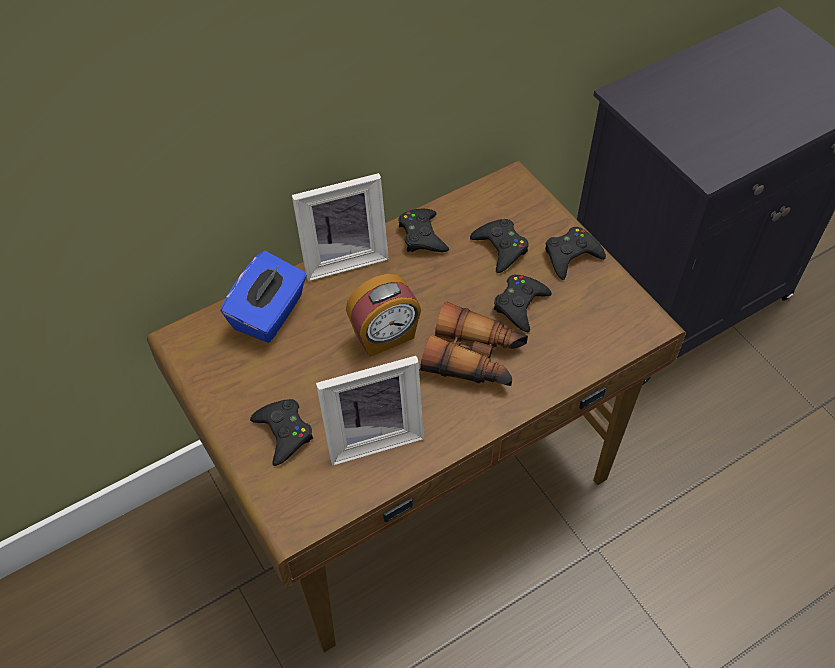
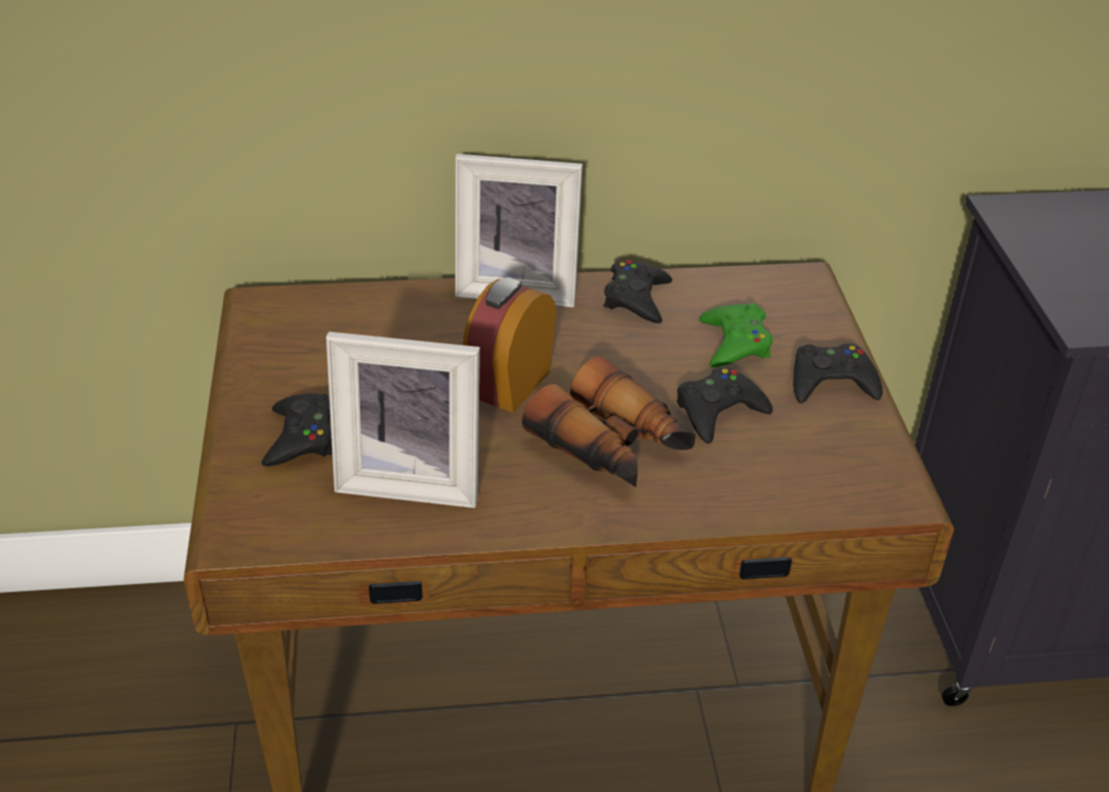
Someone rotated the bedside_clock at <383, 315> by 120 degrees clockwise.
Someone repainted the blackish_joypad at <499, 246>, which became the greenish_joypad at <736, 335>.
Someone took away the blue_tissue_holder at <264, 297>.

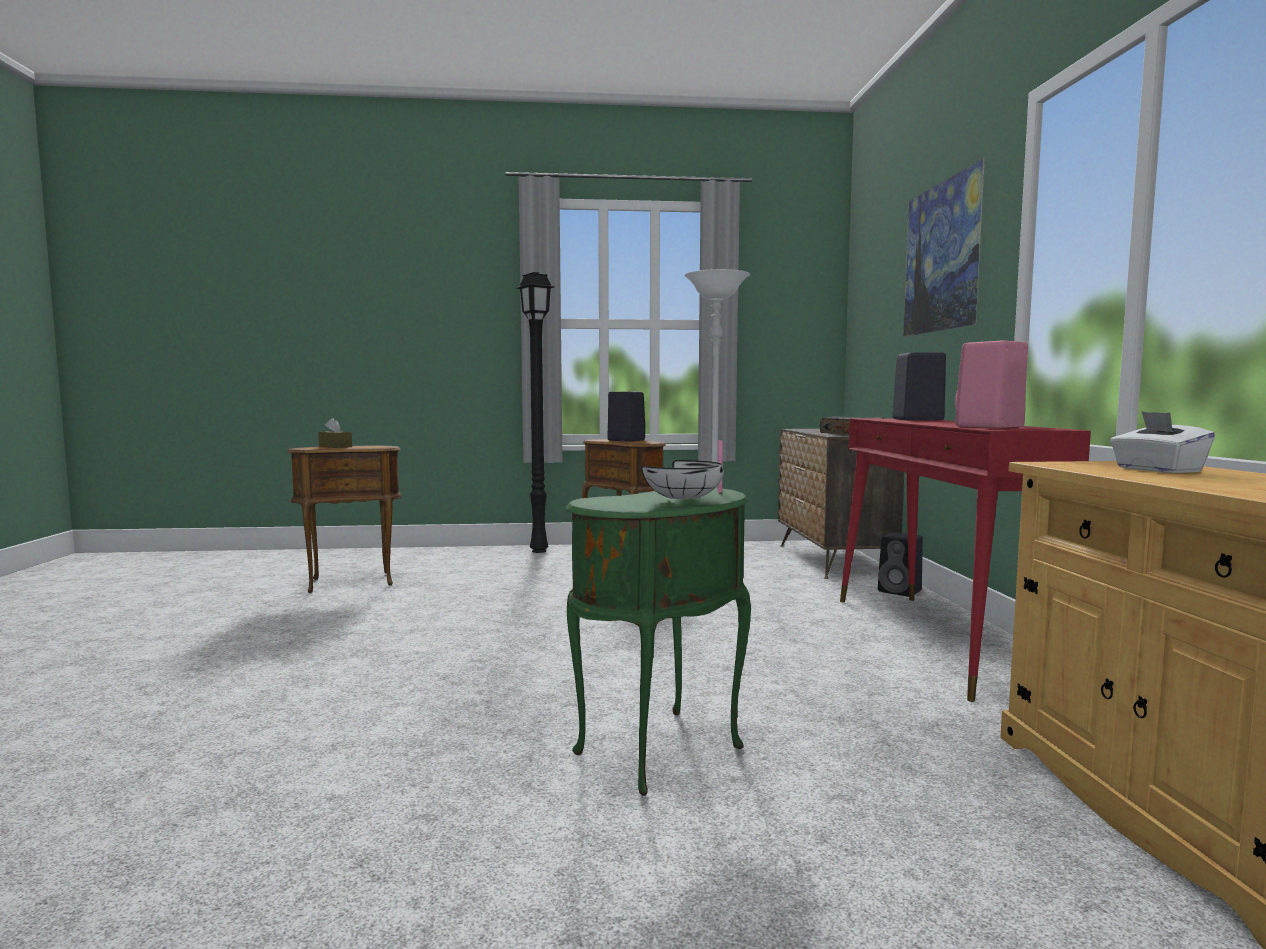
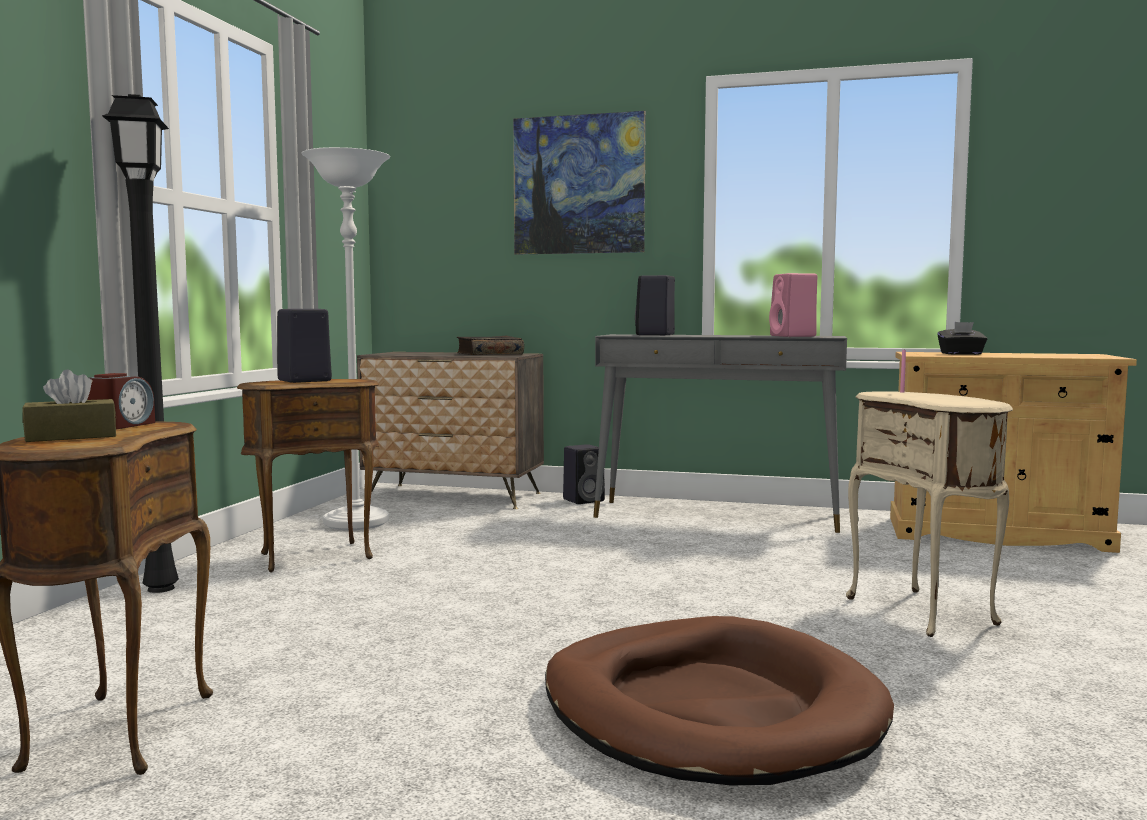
Someone put down the bedside_clock at <121, 401>.
Someone put down the brown-coloured_dog_cushion at <719, 700>.
Someone repainted the red_console_table at <965, 560>, which became the greyish_console_table at <720, 433>.
Someone repainted the greenish_accent_table at <658, 642>, which became the beige-coloured_accent_table at <929, 514>.
Someone repainted the whitish_tissue_holder at <1162, 442>, which became the blackish_tissue_holder at <962, 338>.
Someone took away the whitish_serving_bowl at <682, 479>.

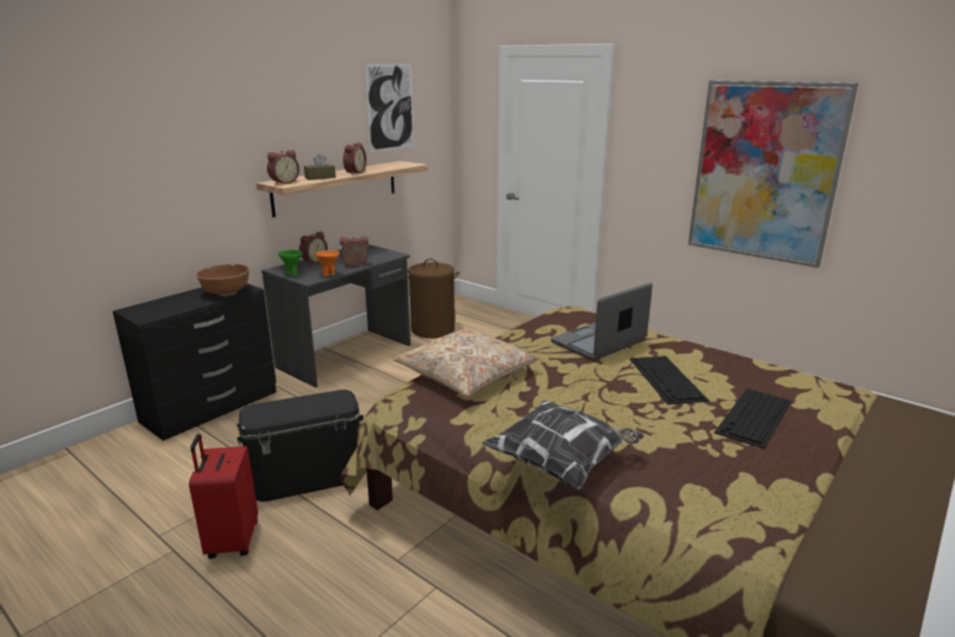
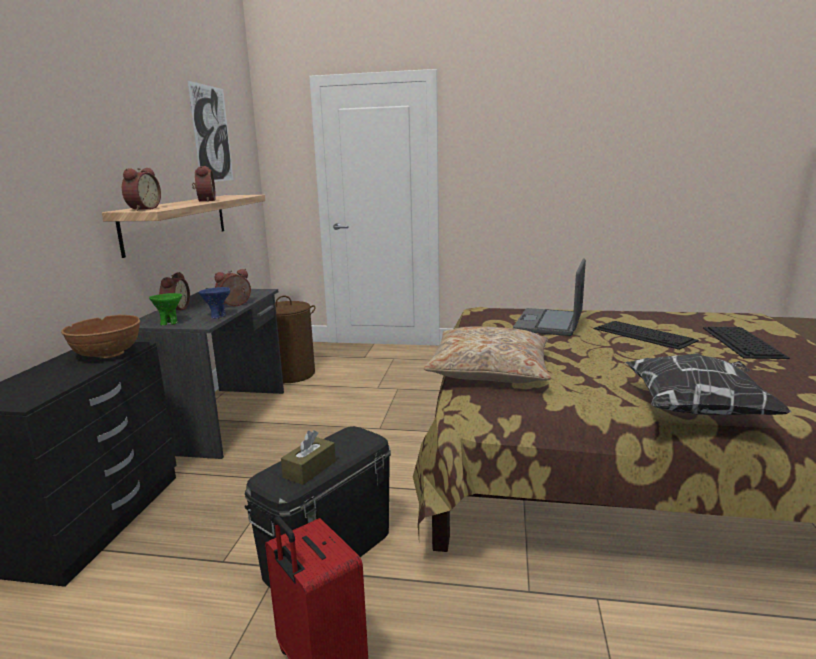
Someone repainted the orangey_serving_bowl at <327, 263>, which became the blue_serving_bowl at <214, 303>.
Someone carried the brown-coloured_tissue_holder from <320, 167> to <308, 457>.
Someone took away the picture at <773, 174>.

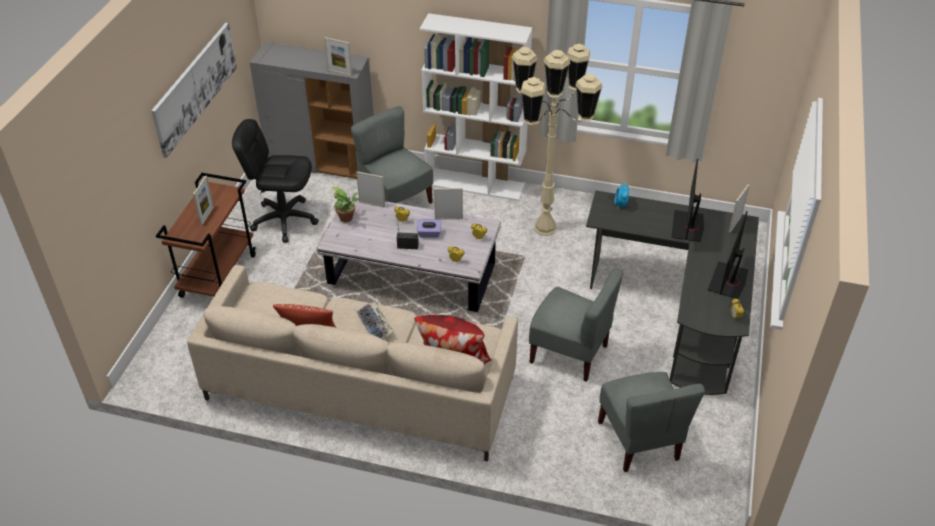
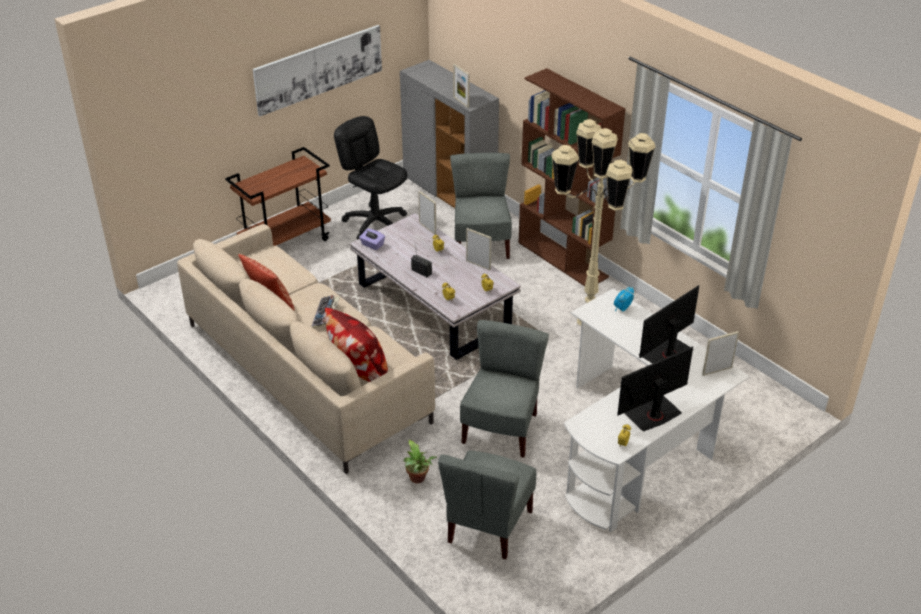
Someone carried the purplish_tissue_holder from <429, 228> to <372, 239>.
Someone carried the plant_in_a_pot from <345, 204> to <420, 462>.
Someone rotated the greyish_plain_chair at <576, 325> by 135 degrees counterclockwise.
Someone repainted the whitish_bookcase at <476, 107>, which became the brown-coloured_bookcase at <571, 177>.
Someone repainted the blackish_desk at <672, 292>, which became the whitish_desk at <657, 410>.
Someone took away the photo_frame at <203, 201>.

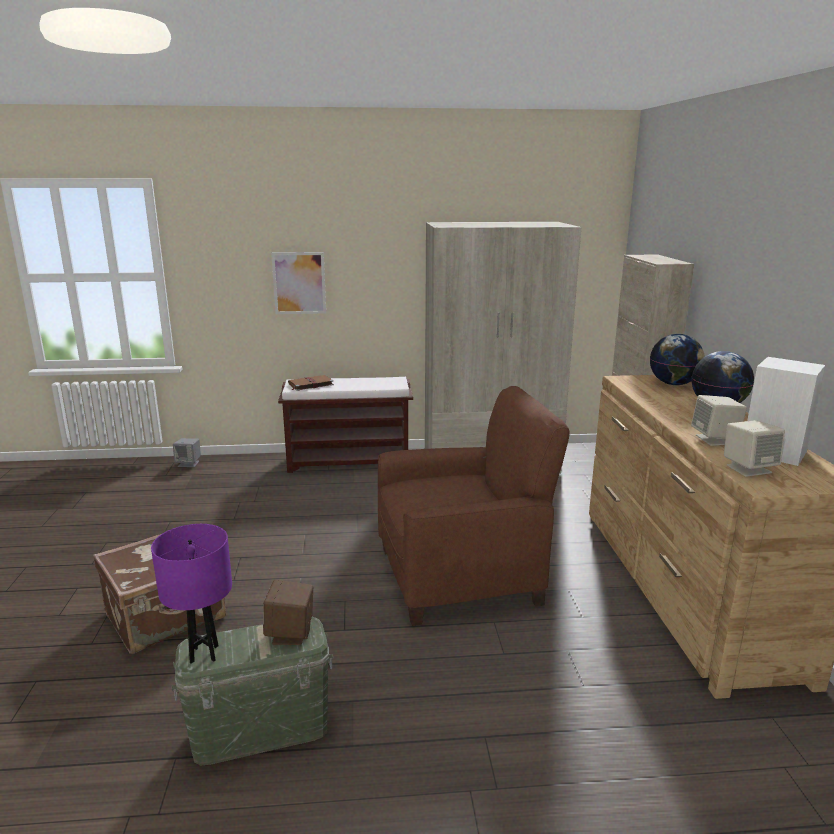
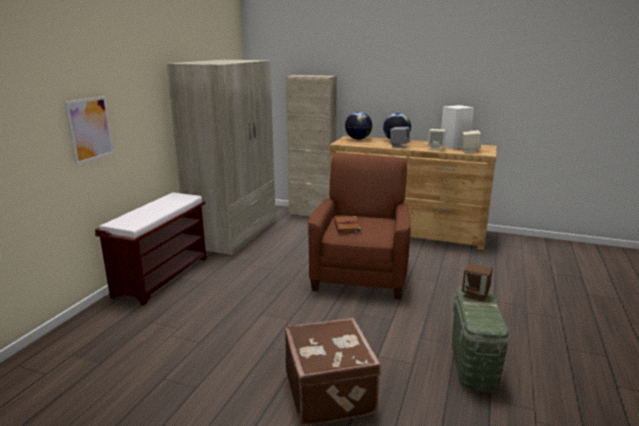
Someone carried the brown-coloured_book from <311, 383> to <347, 225>.
Someone carried the greyish_speaker from <187, 452> to <400, 137>.
Someone took away the purplish_table_lamp at <191, 594>.

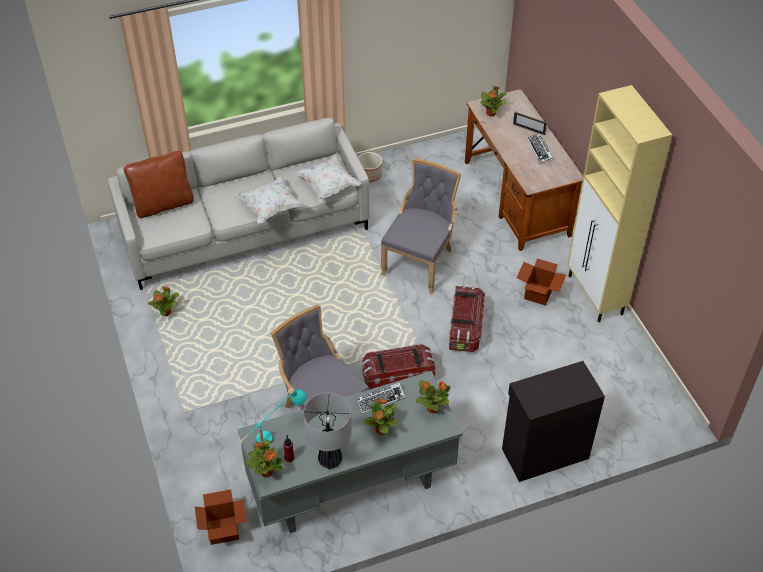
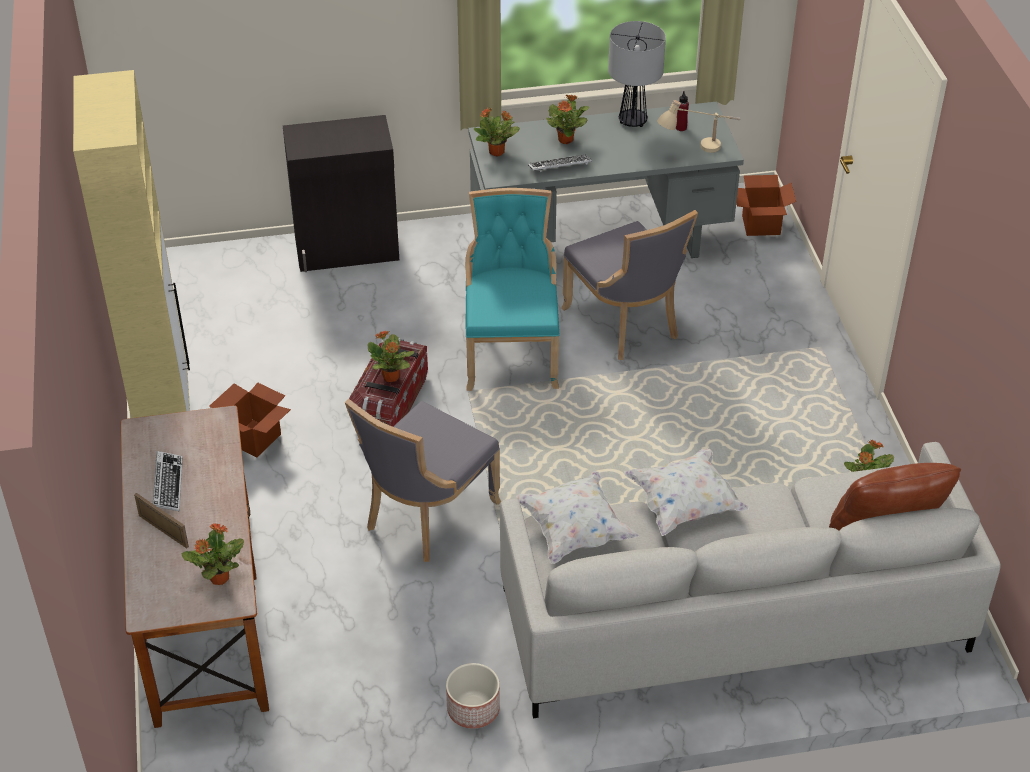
Someone carried the plant_in_a_pot from <264, 458> to <391, 356>.
Someone swapped the storage_box at <399, 366> for the blue-green_plain_chair at <512, 289>.
Someone repainted the blue-green_table_lamp at <273, 415>, which became the beige-coloured_table_lamp at <699, 126>.

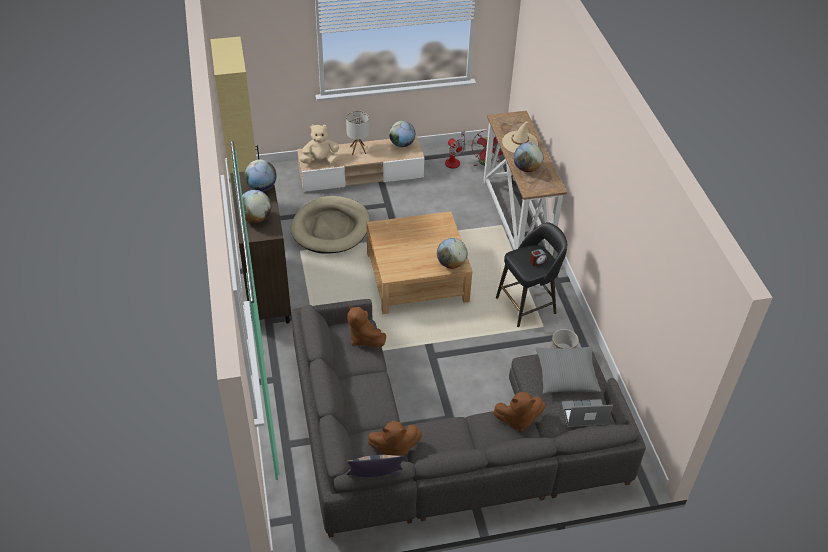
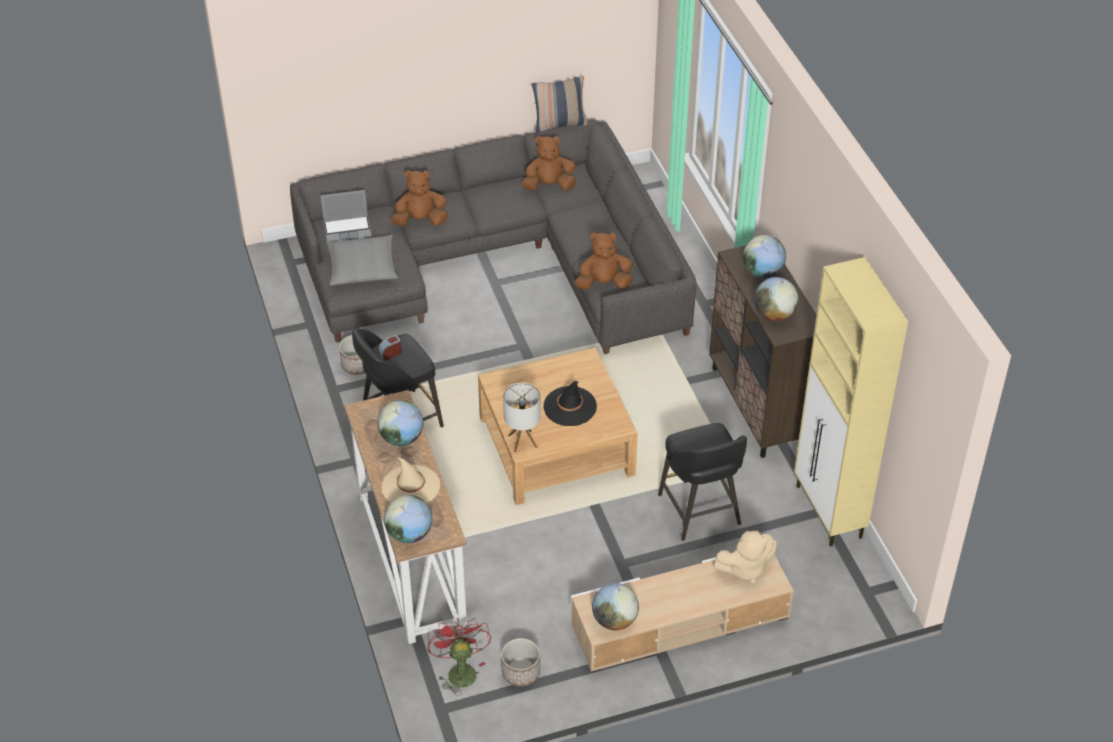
Someone carried the globe from <452, 253> to <408, 519>.
Someone swapped the cooling_fan at <455, 150> for the plant_pot at <520, 662>.
Someone carried the table_lamp from <357, 133> to <522, 417>.
Someone put down the blackish_clothing_hat at <570, 403>.
Someone rotated the brown-coloured_soft_toy at <366, 326> by 60 degrees counterclockwise.
Someone swapped the beige-coloured_dog_cushion at <330, 225> for the blackish_sitting_stool at <702, 482>.

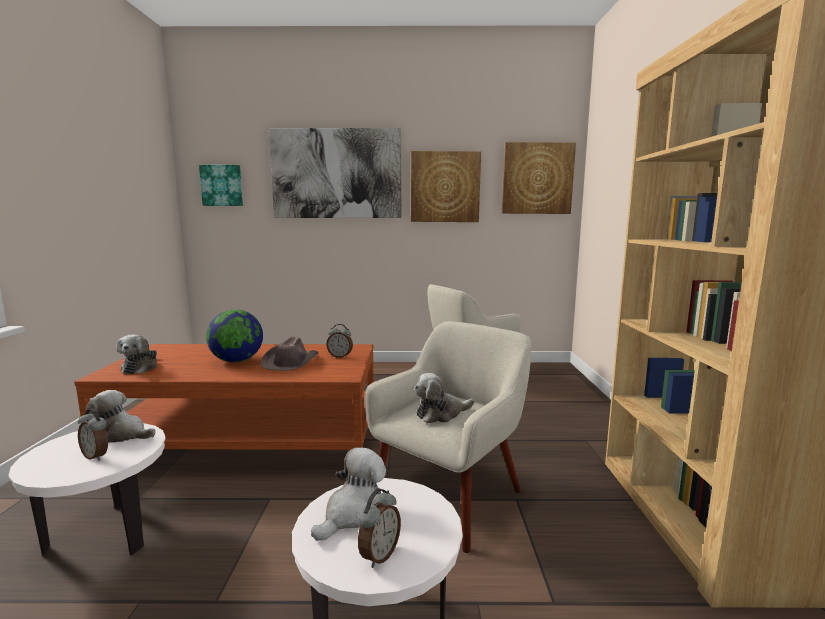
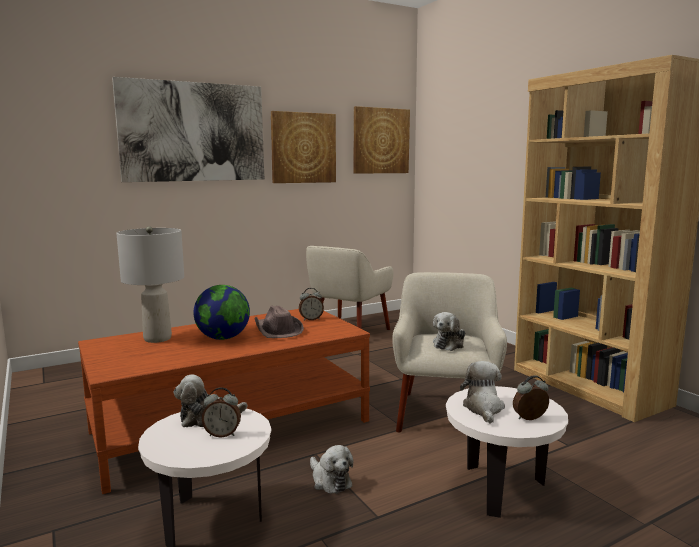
Someone put down the greyish_table_lamp at <150, 284>.
Someone carried the soft_toy from <137, 354> to <331, 469>.
Someone rotated the bedside_clock at <379, 528> by 105 degrees counterclockwise.
Someone took away the picture at <221, 185>.

